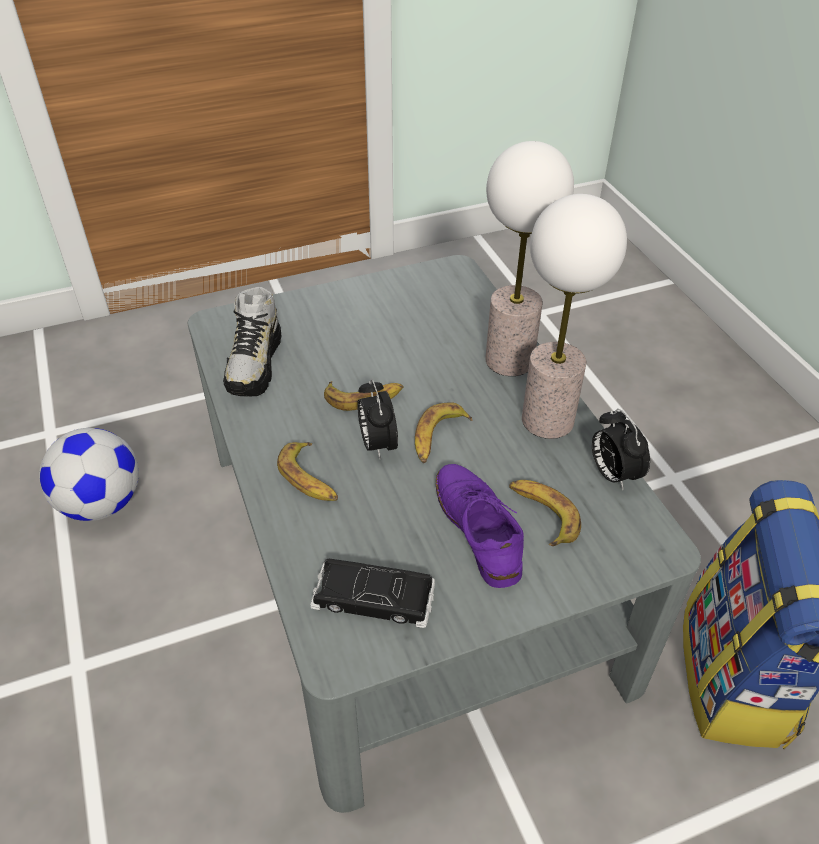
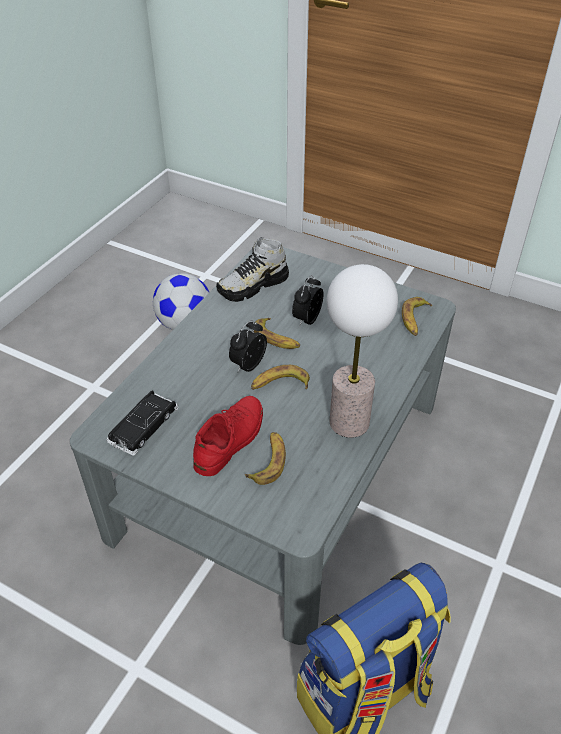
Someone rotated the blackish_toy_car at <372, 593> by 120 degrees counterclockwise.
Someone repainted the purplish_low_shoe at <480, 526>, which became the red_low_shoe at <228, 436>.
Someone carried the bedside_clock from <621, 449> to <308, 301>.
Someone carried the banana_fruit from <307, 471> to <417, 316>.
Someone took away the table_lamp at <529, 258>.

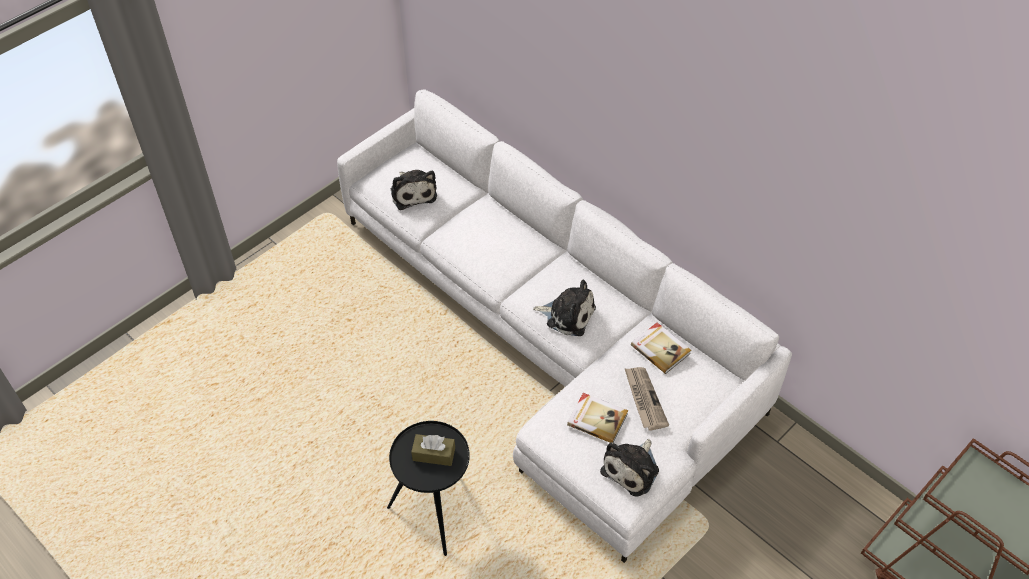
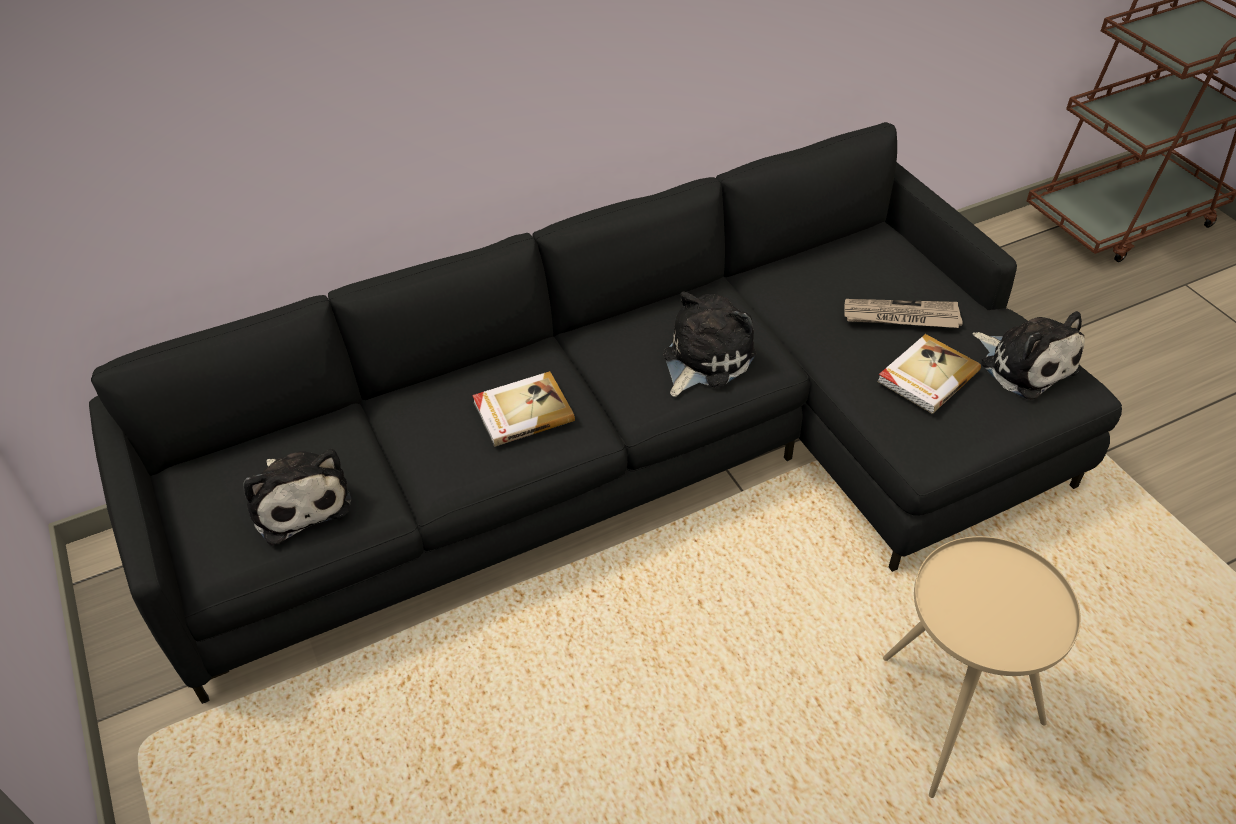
Someone repainted the whitish_couch at <564, 326>, which became the blackish_couch at <605, 413>.
Someone rotated the soft_toy at <413, 190> by 60 degrees clockwise.
Someone carried the book from <661, 348> to <523, 409>.
Someone repainted the blackish_accent_table at <428, 488>, which became the beige-coloured_accent_table at <982, 667>.
Someone took away the brown-coloured_tissue_holder at <433, 450>.

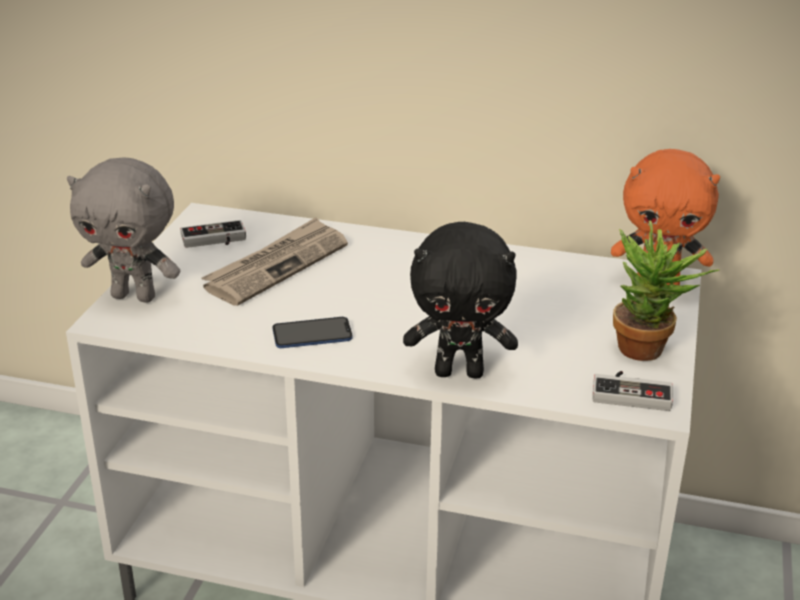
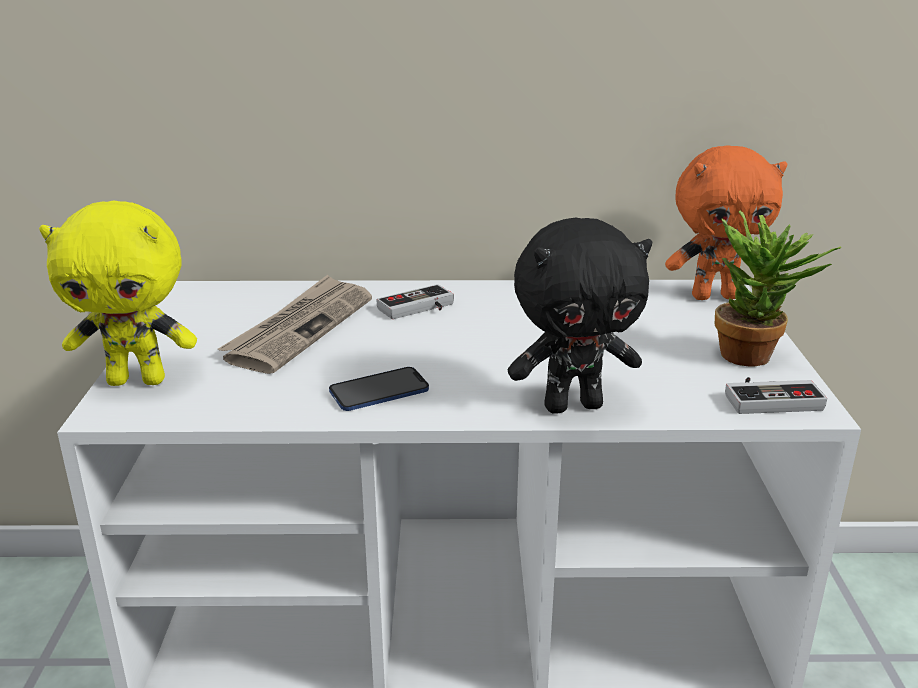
Someone repainted the greyish_soft_toy at <123, 230>, which became the yellow_soft_toy at <118, 293>.
Someone carried the joypad from <213, 234> to <415, 301>.

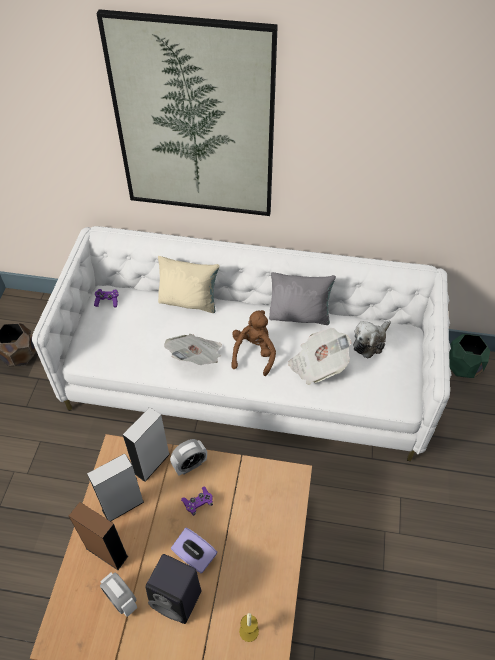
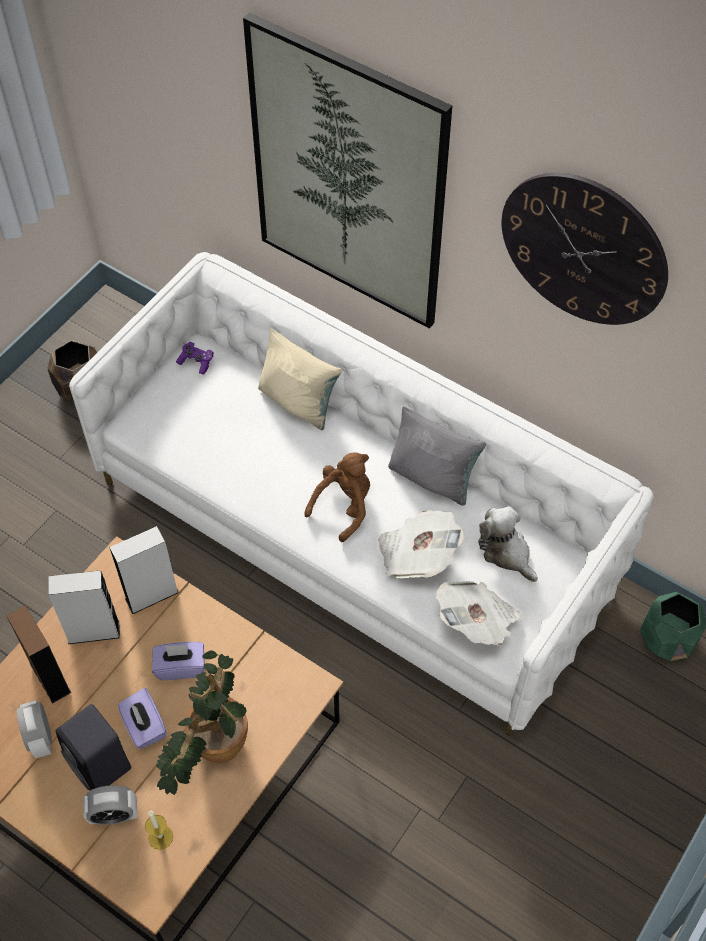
Someone carried the bedside_clock from <188, 457> to <110, 805>.
Someone swapped the purplish_joypad at <197, 501> for the purplish_tissue_holder at <178, 661>.
Someone put down the plant_in_a_pot at <202, 722>.
Someone carried the printed_paper from <193, 349> to <478, 613>.
Someone rotated the soft_toy at <372, 339> by 75 degrees clockwise.
Someone put up the clock_on_the_wall at <585, 249>.

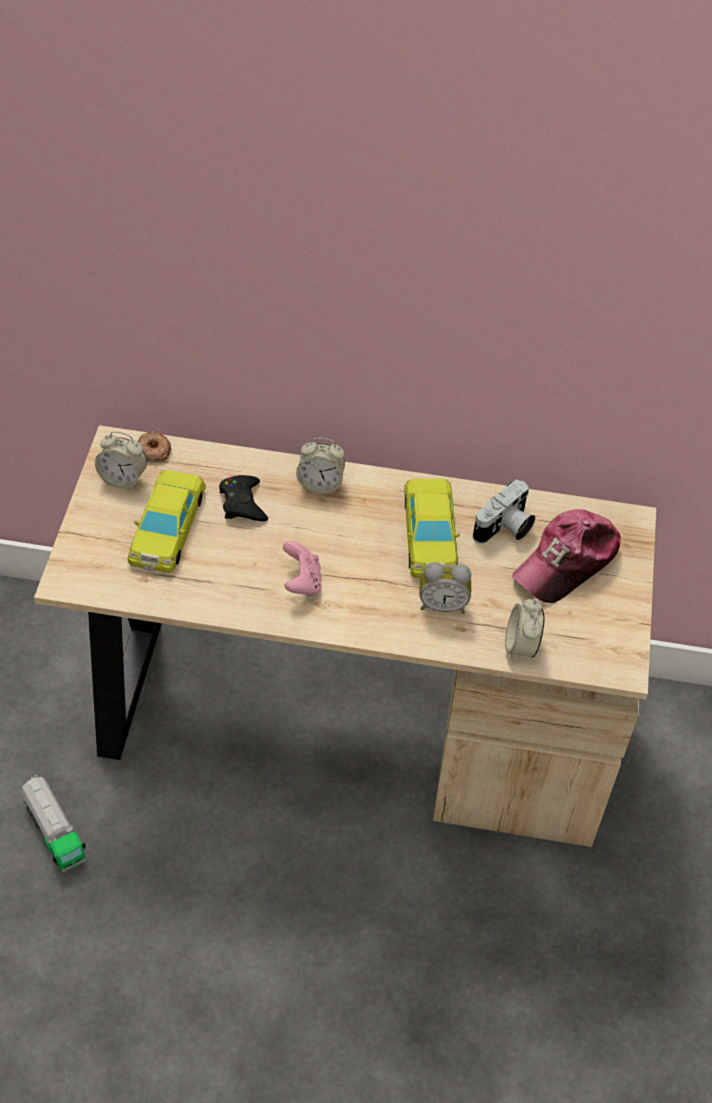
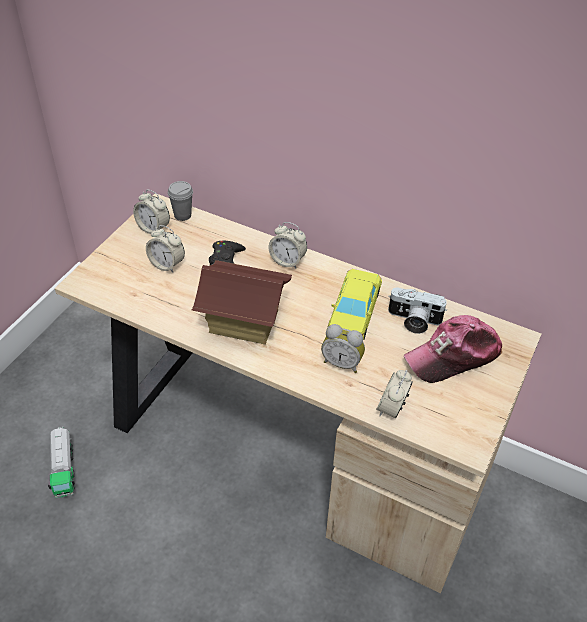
Someone swapped the yellow_toy_car at <167, 521> for the bedside_clock at <165, 248>.
Someone swapped the ring_doughnut at <154, 447> for the greyish_small_cup at <180, 201>.
Someone swapped the pinkish_joypad at <302, 568> for the toy_house at <242, 302>.
Someone rotated the photo_camera at <504, 511> by 45 degrees clockwise.

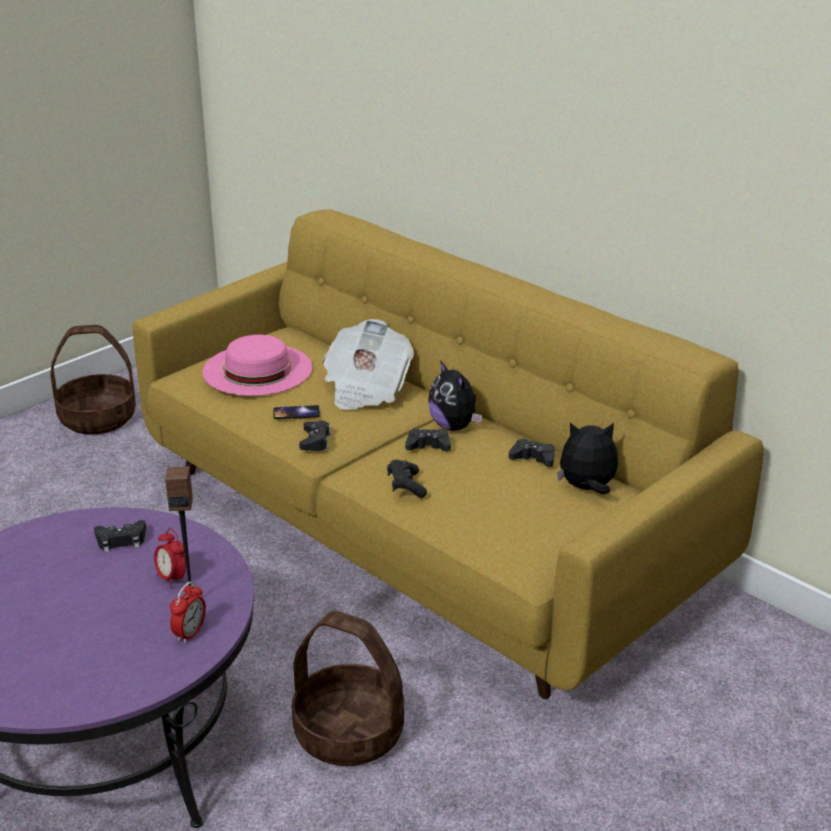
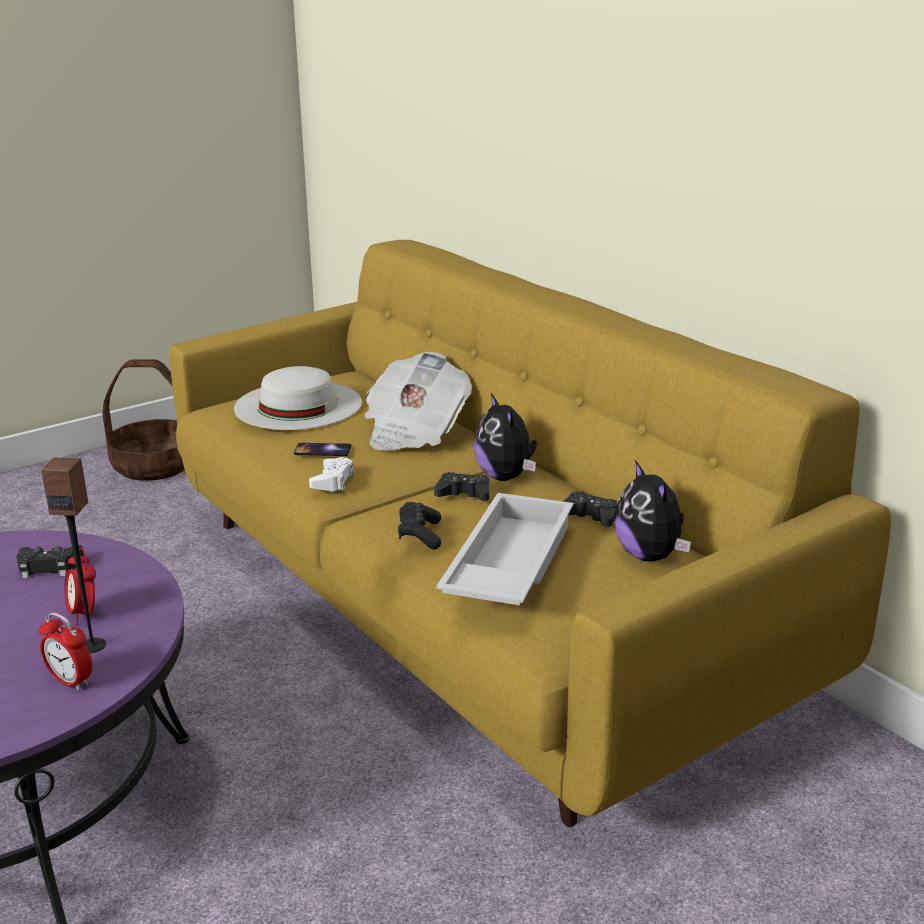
Someone rotated the bedside_clock at <188, 613> by 90 degrees clockwise.
Someone repainted the pinkish_clothing_hat at <257, 365>, which became the whitish_clothing_hat at <298, 398>.
Someone repainted the blackish_joypad at <315, 435>, which became the whitish_joypad at <332, 474>.
Someone put down the whitish_carrying_tray at <504, 549>.
Someone rotated the soft_toy at <587, 458> by 120 degrees counterclockwise.
Someone took away the basket at <348, 688>.

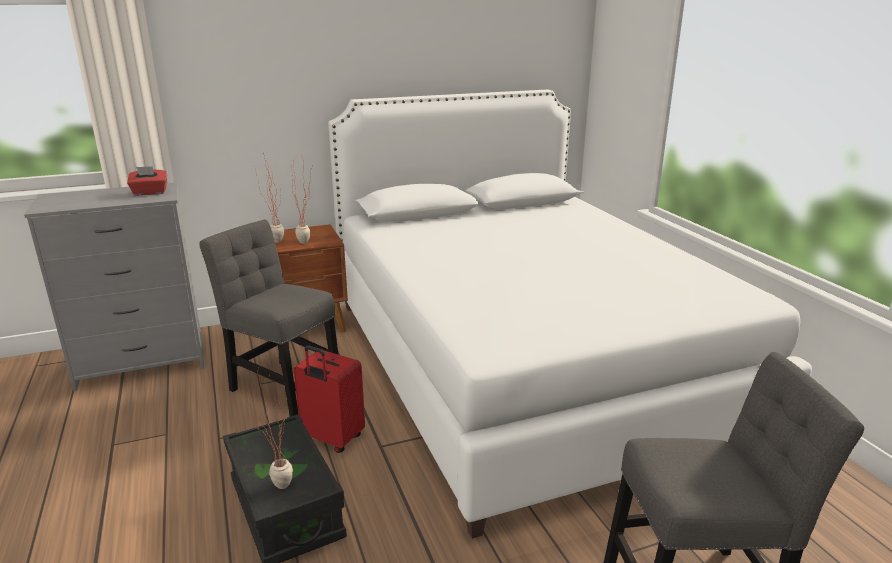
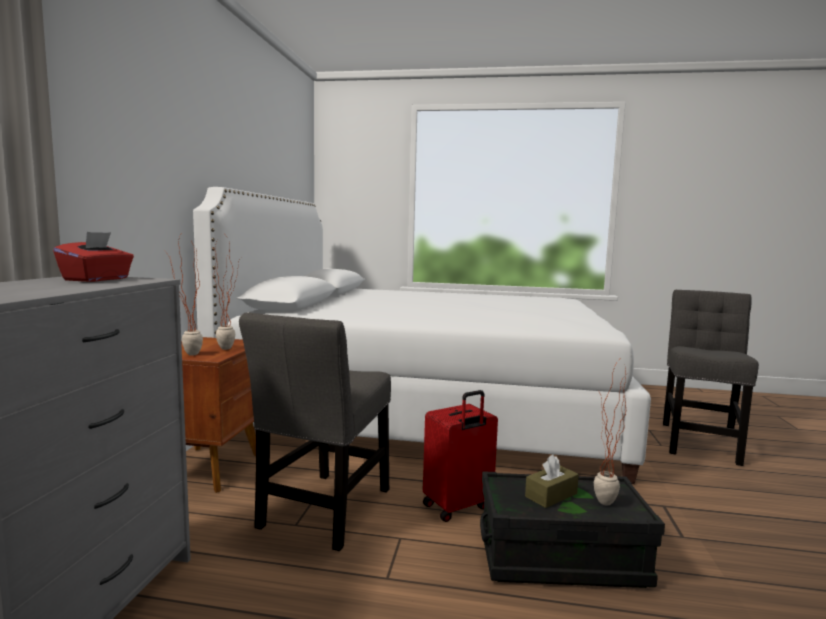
Someone rotated the greyish_plain_chair at <268, 318> by 45 degrees counterclockwise.
Someone put down the brown-coloured_tissue_holder at <552, 481>.

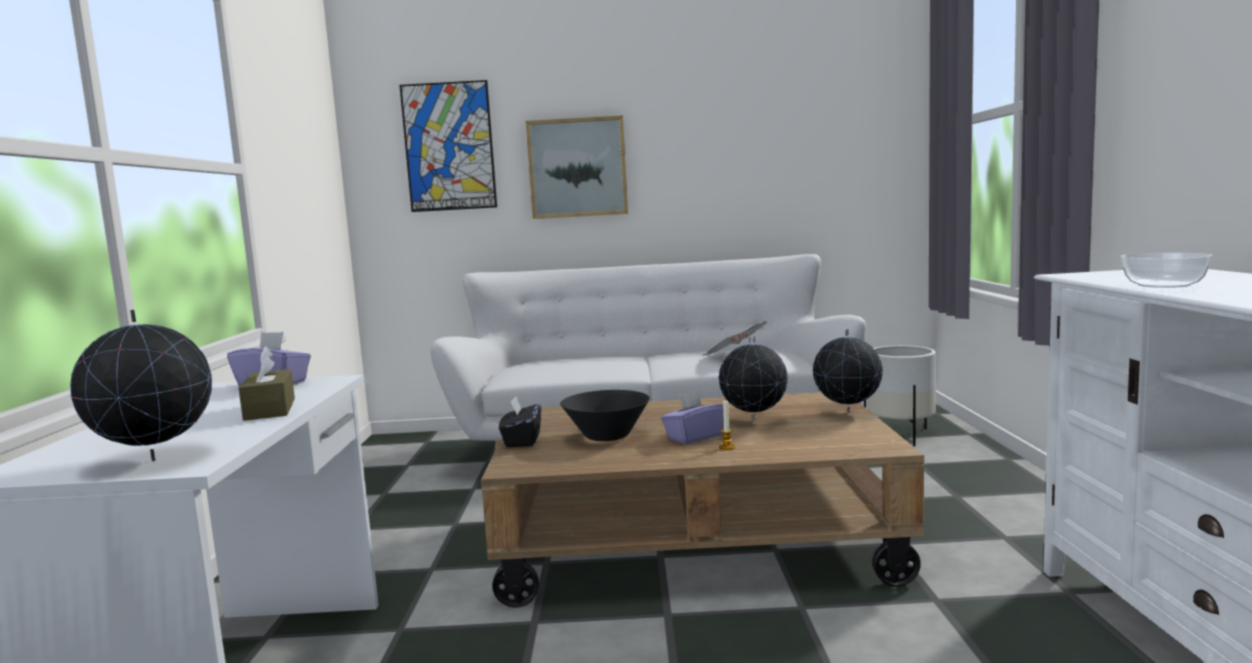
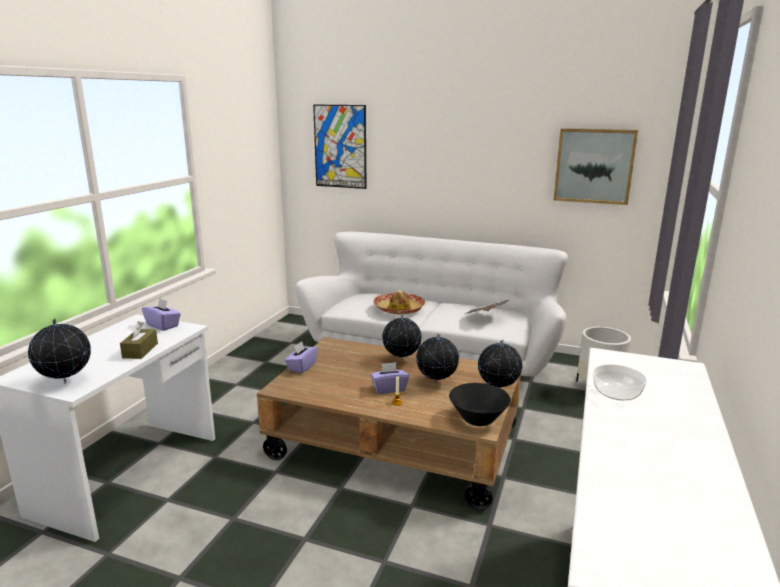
Someone repainted the blackish_tissue_holder at <520, 421>, which became the purplish_tissue_holder at <301, 357>.
Someone put down the clothing_hat at <399, 302>.
Someone put down the globe at <402, 337>.
Someone carried the blackish_serving_bowl from <605, 415> to <480, 404>.
Someone carried the picture from <577, 167> to <596, 166>.

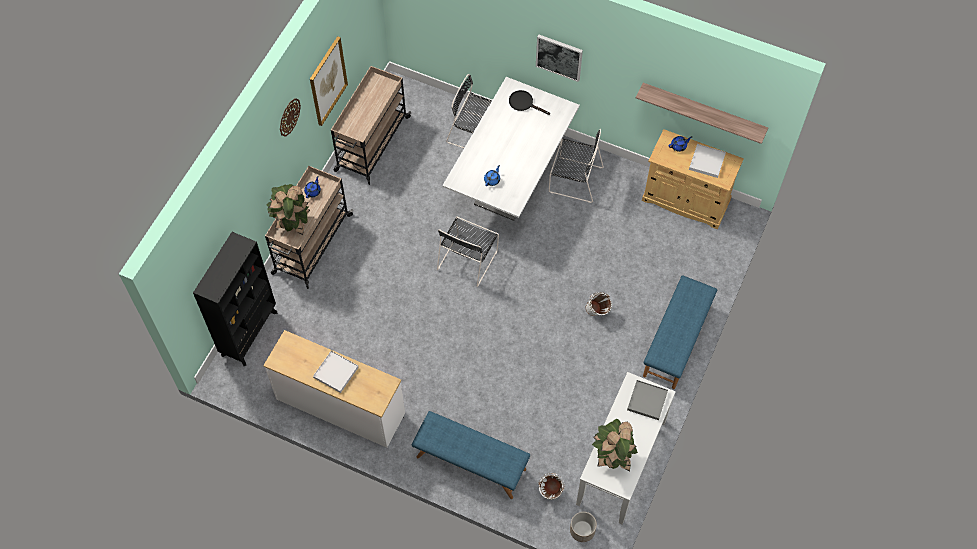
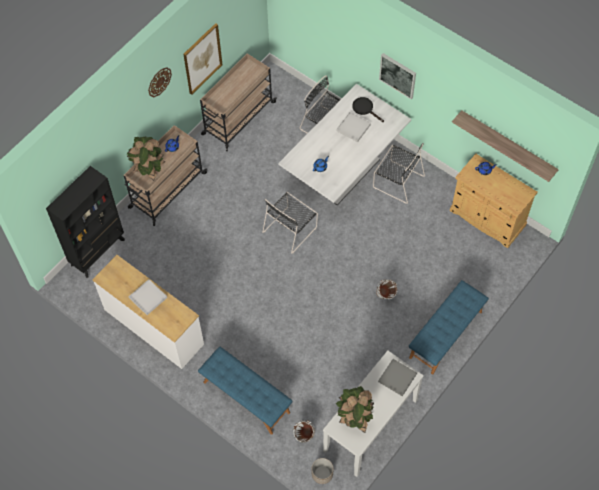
Someone carried the whitish_carrying_tray from <707, 161> to <354, 127>.

